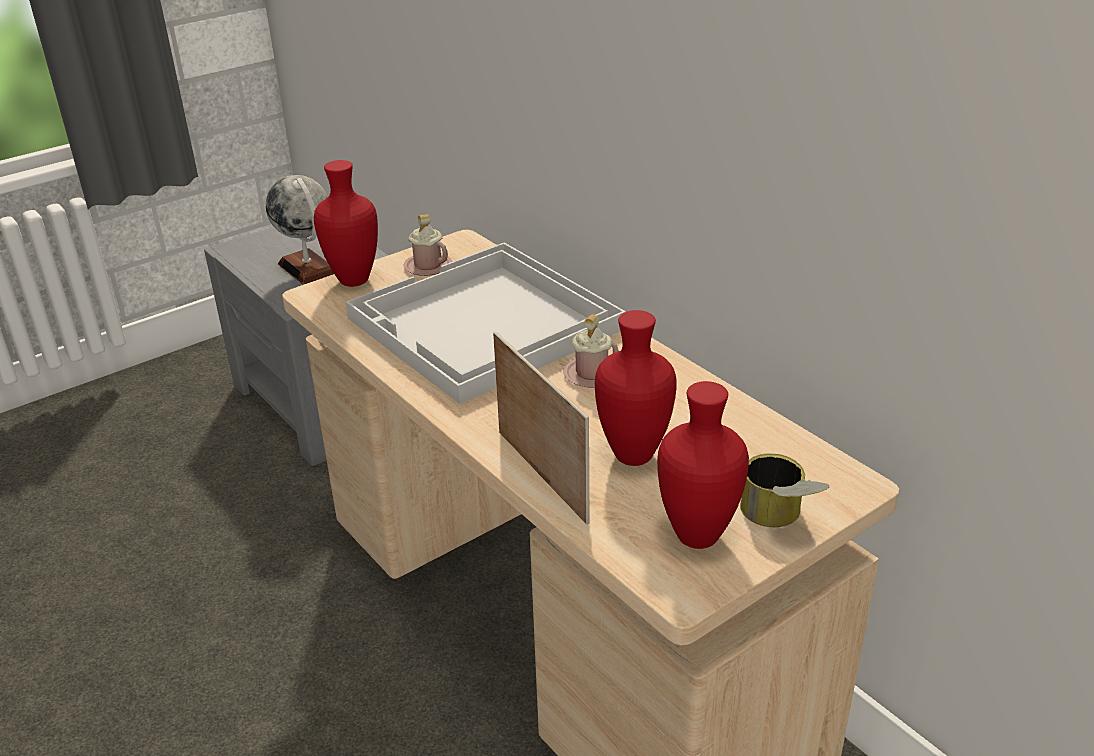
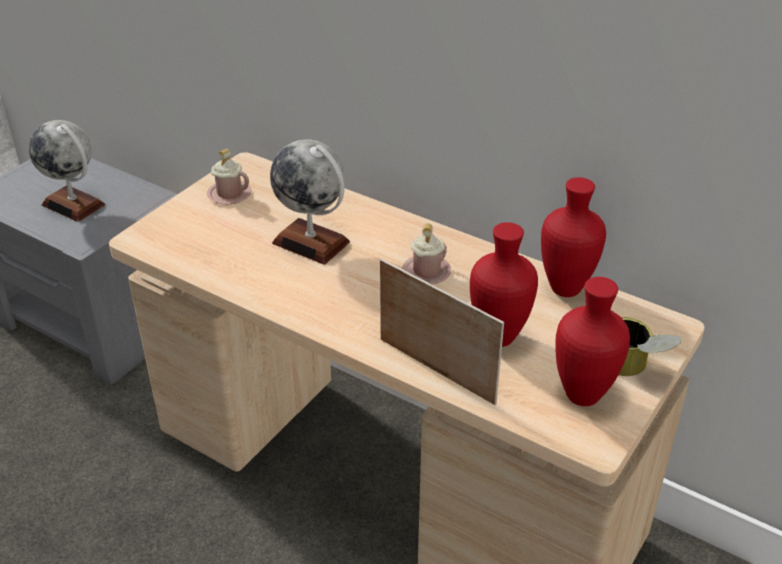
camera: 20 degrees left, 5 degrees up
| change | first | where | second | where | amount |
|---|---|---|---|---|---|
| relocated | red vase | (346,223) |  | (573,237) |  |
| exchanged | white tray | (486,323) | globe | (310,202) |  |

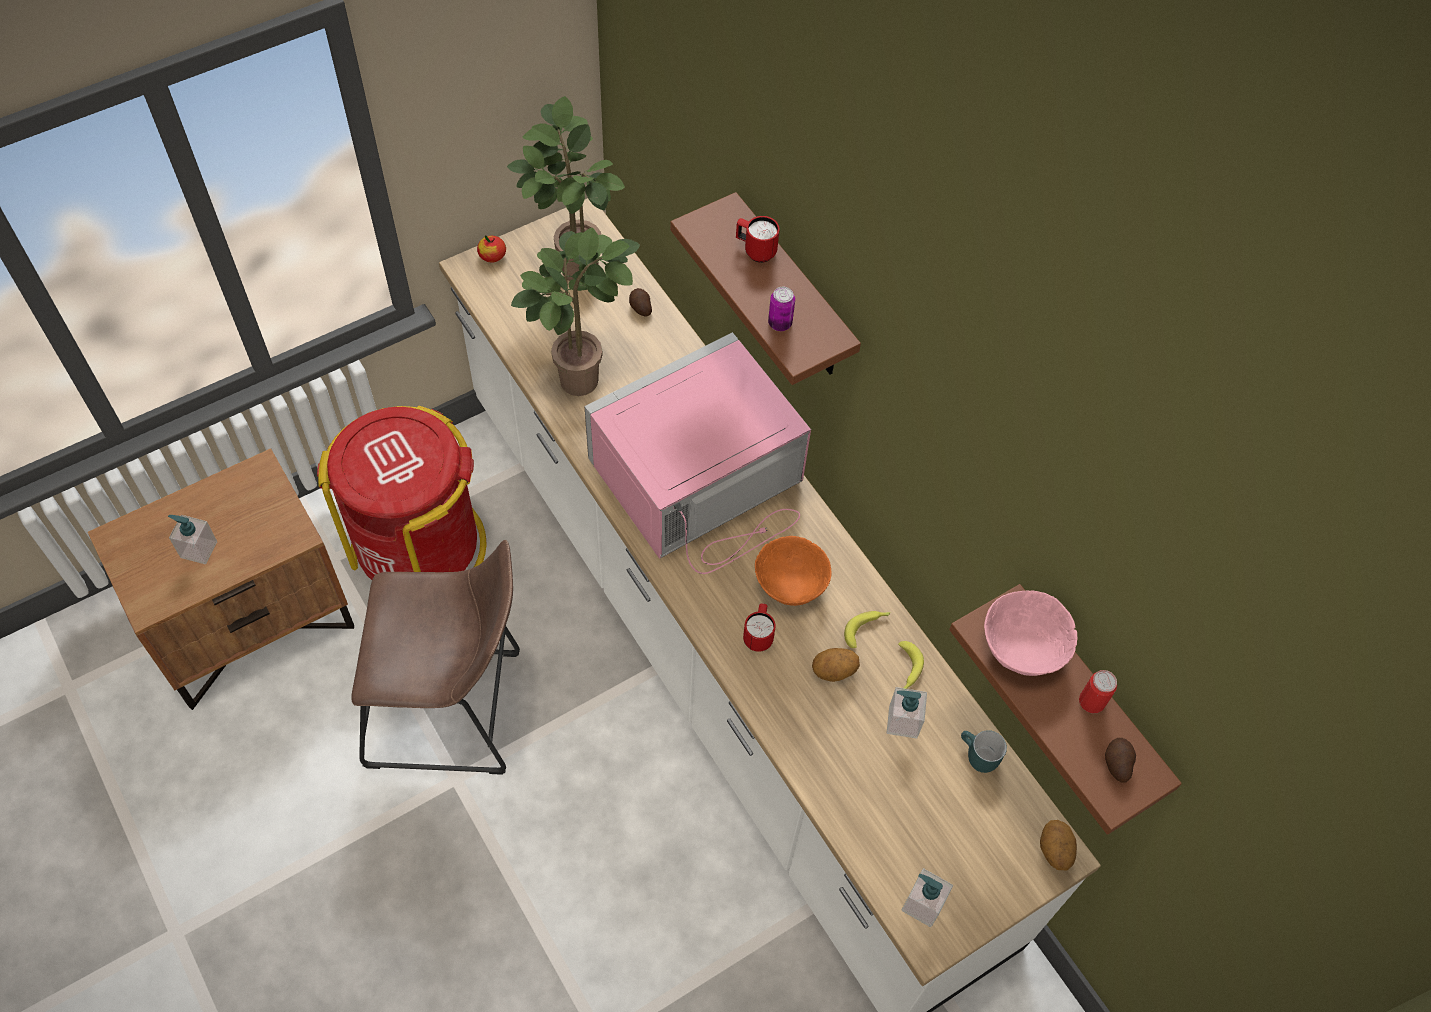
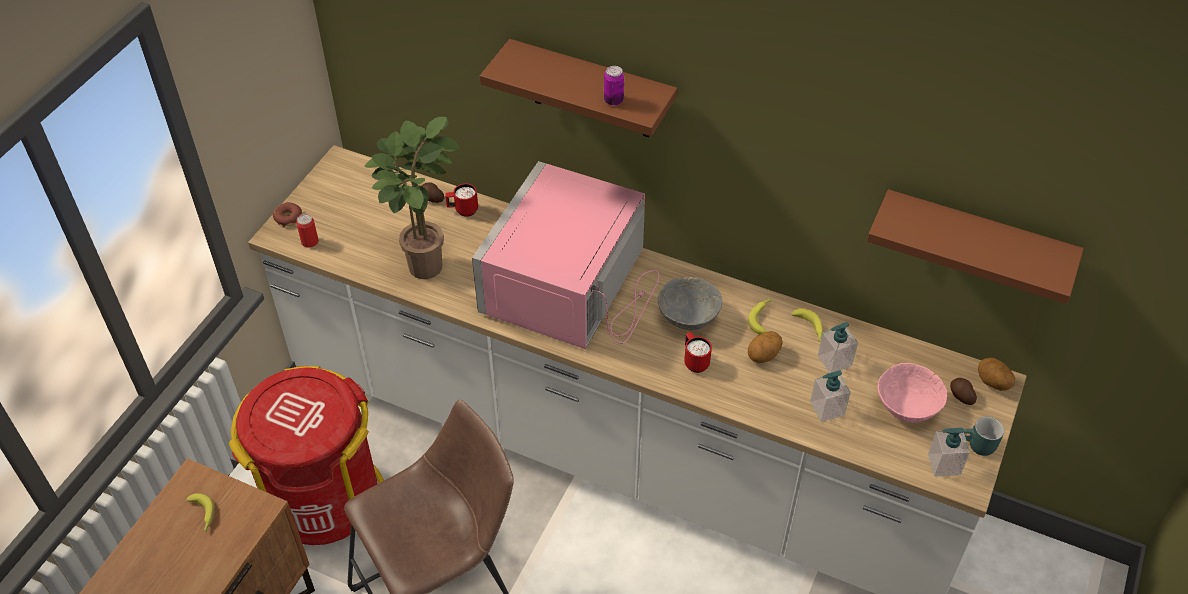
camera: 30 degrees left, 10 degrees down
| change | first | where | second | where | amount |
|---|---|---|---|---|---|
| missing | potted plant | (566,188) |  |  |  |
| relocated | red mug | (757,239) |  | (461,200) |  |
| exchanged | apple | (491,249) | donut | (287,214) |  |
| relocated | soap dispenser | (192,539) |  | (830,396) |  |
| colour | orange bowl | (793,571) | grey bowl | (690,303) |  |
| relocated | pink bowl | (1030,633) |  | (912,393) |  |
| relocated | can | (1098,691) |  | (307,231) |  |
| relocated | turquoise mug | (984,751) |  | (984,436) |  |
| relocated | potato | (1120,760) |  | (963,391) |  |
| appeared |  |  | banana | (200,512) |  |

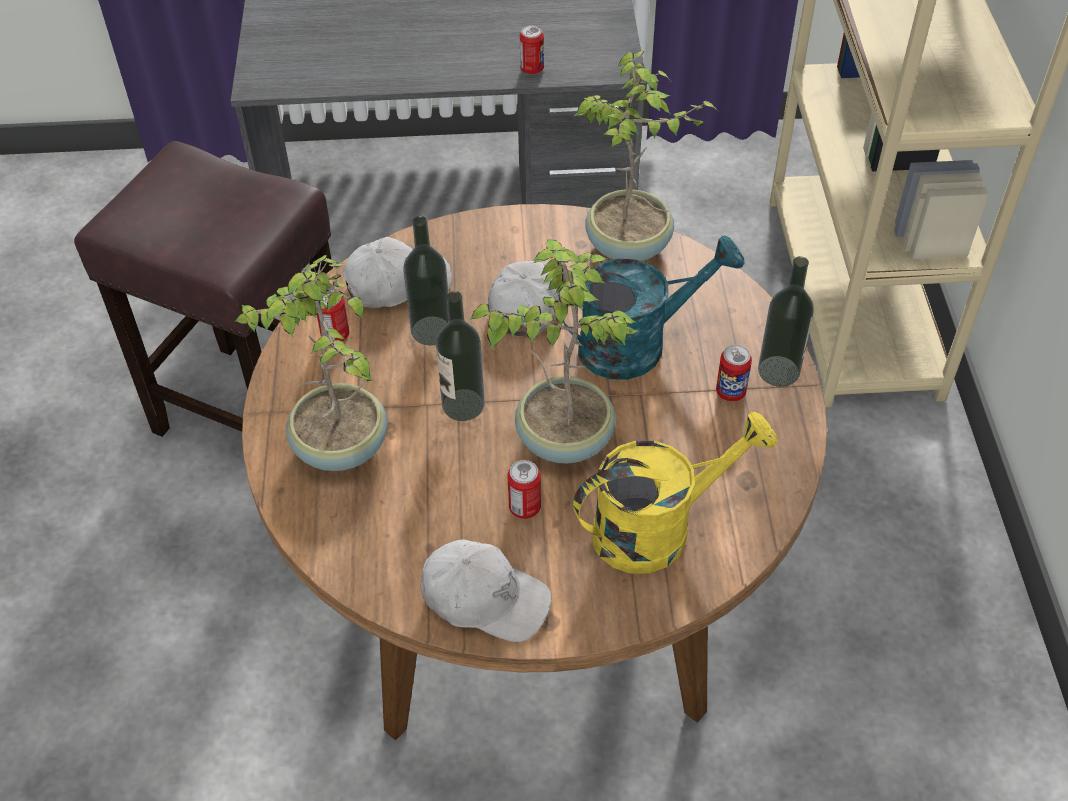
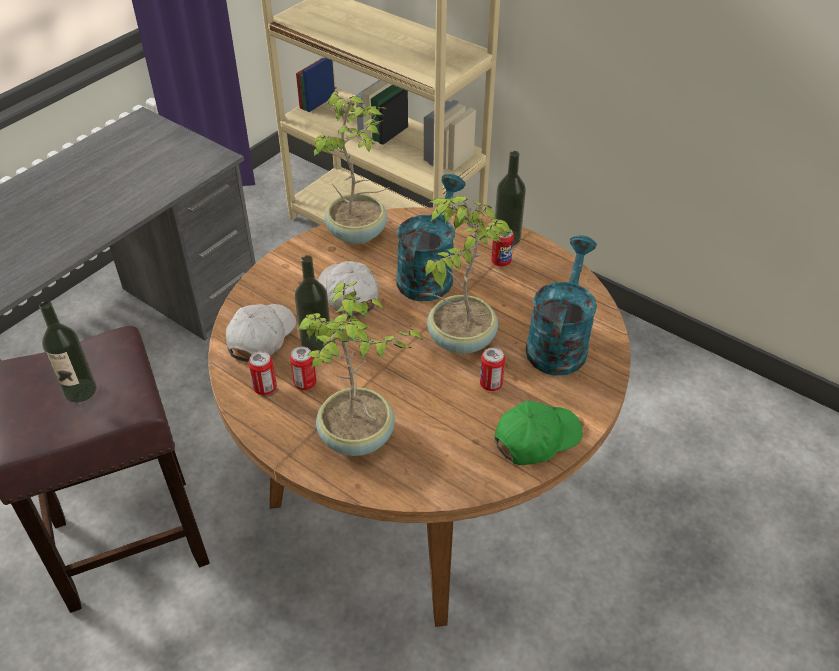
camera: 50 degrees left, 5 degrees down
| change | first | where | second | where | amount |
|---|---|---|---|---|---|
| relocated | can | (532,49) |  | (303,368) |  |
| relocated | bottle | (460,356) |  | (67,352) |  |
| colour | yellow watering can | (675,493) | turquoise watering can | (561,305) |  |
| colour | white cap | (486,590) | green cap | (538,433) |  |

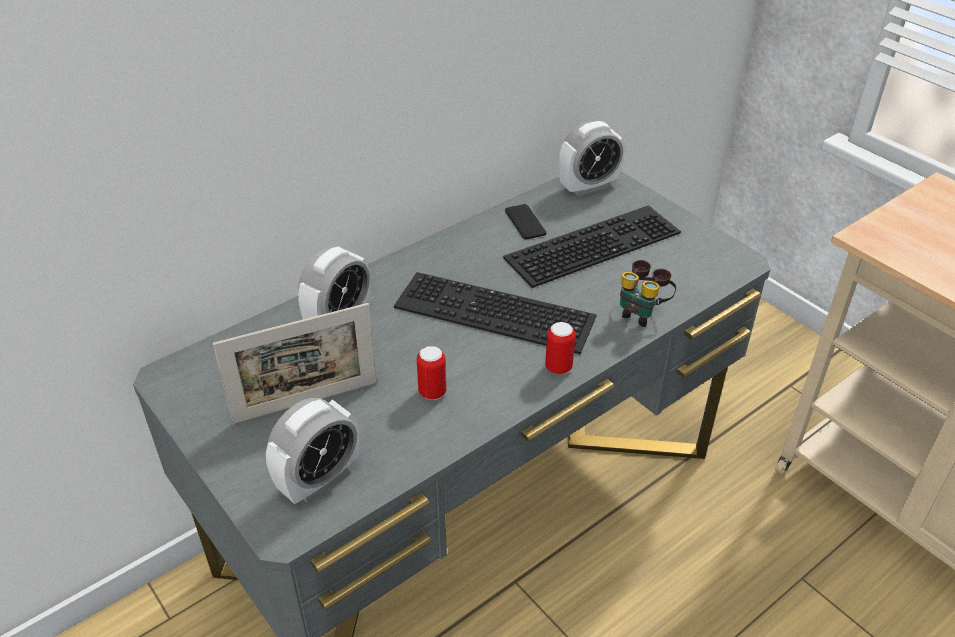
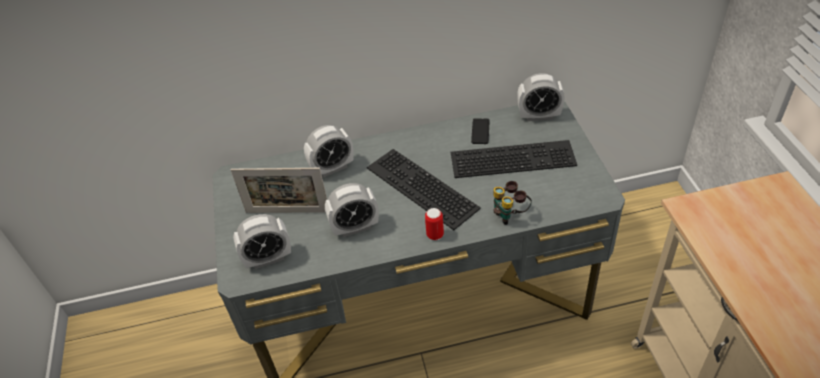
camera: 30 degrees right, 5 degrees up
| change | first | where | second | where | amount |
|---|---|---|---|---|---|
| exchanged | can | (431,373) | alarm clock | (352,210) |  |

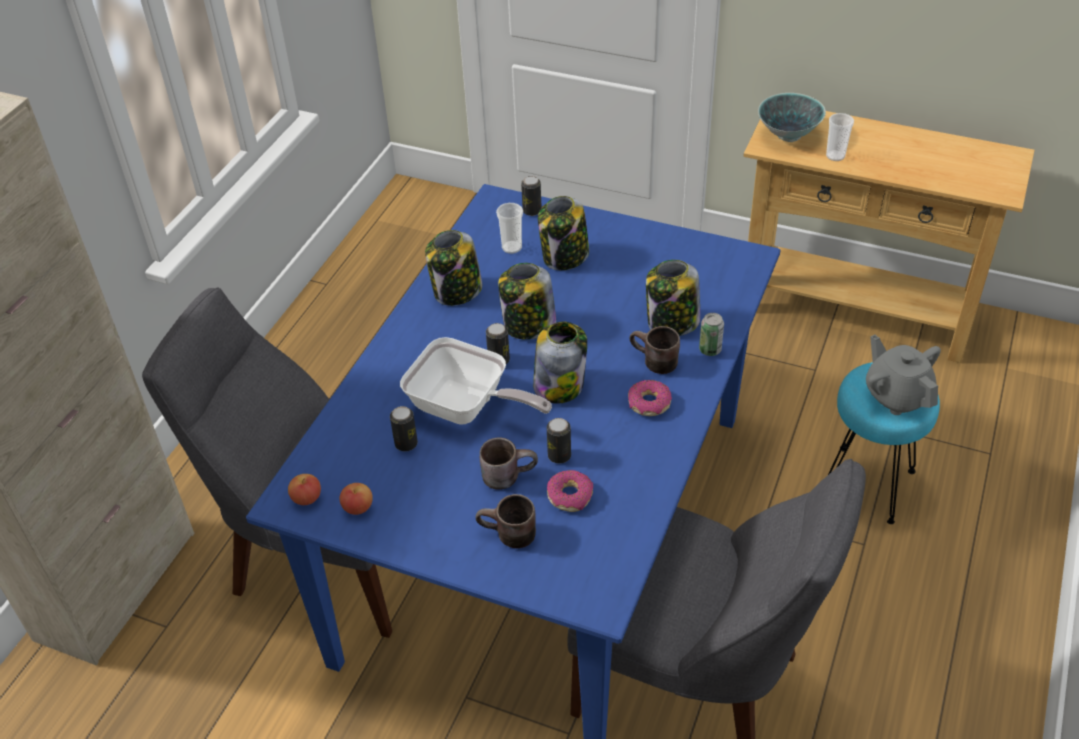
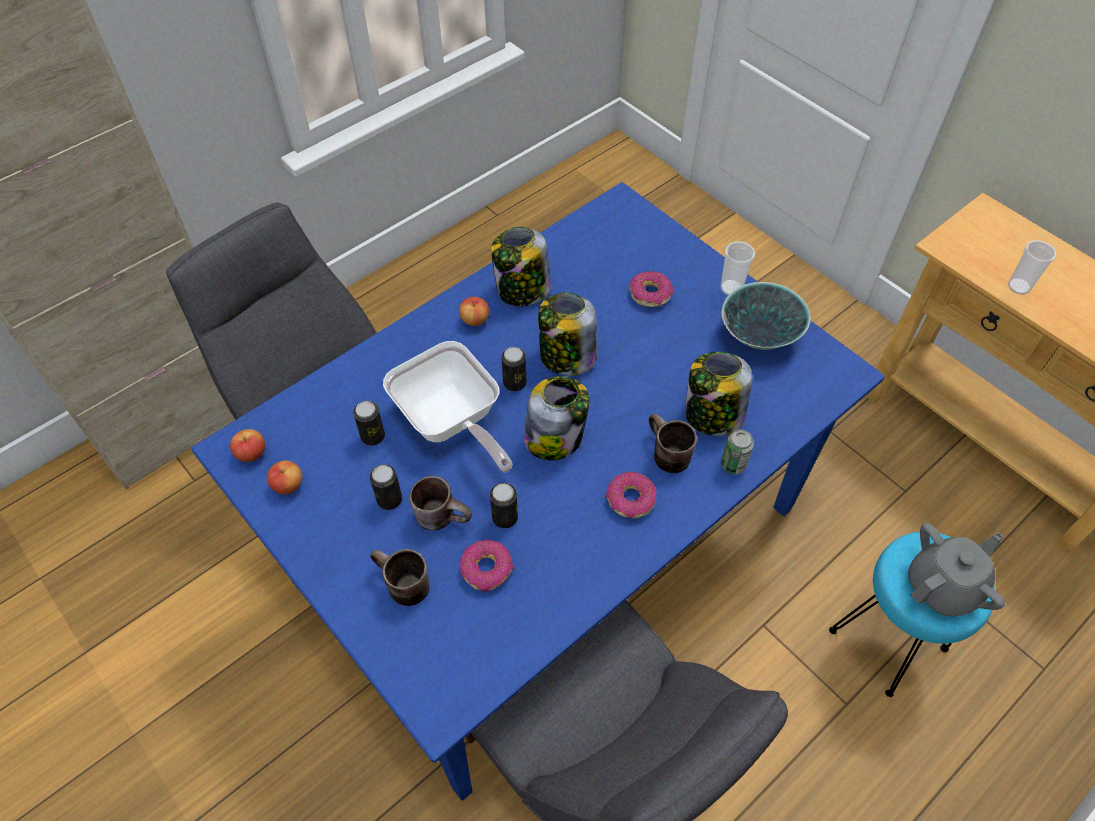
camera: 25 degrees right, 10 degrees up
| change | first | where | second | where | amount |
|---|---|---|---|---|---|
| relocated | bowl | (792,117) |  | (766,316) |  |
| relocated | can | (531,196) |  | (386,487) |  |
| exchanged | jar | (563,233) | donut | (651,289) |  |
| relocated | cup | (509,228) |  | (737,268) |  |
| spun | grey teapot | (903,374) |  | (956,569) | 60 degrees clockwise |
| appeared |  |  | apple | (474,311) |  |

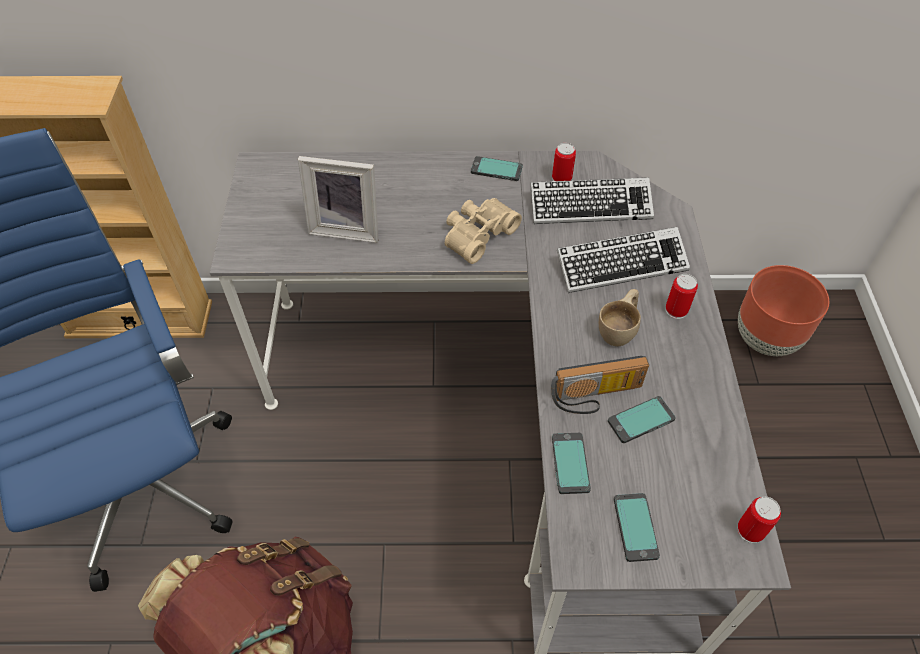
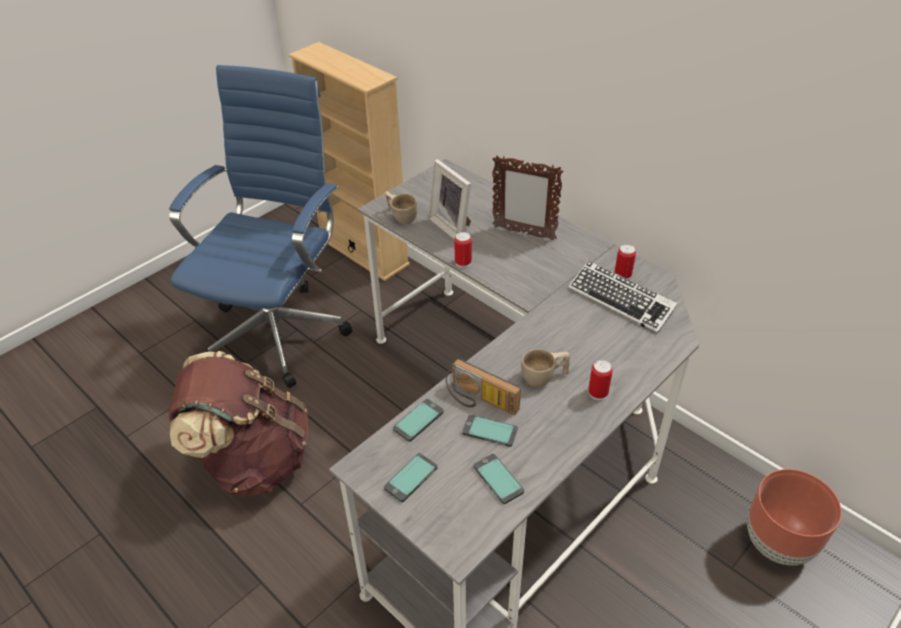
camera: 45 degrees right, 10 degrees down
| change | first | where | second | where | amount |
|---|---|---|---|---|---|
| relocated | phone | (497,168) |  | (498,479) |  |
| missing | beige binoculars | (483,231) |  |  |  |
| missing | keyboard | (623,260) |  |  |  |
| relocated | can | (759,520) |  | (463,250) |  |
| appeared |  |  | picture frame | (528,198) |  |
| appeared |  |  | beige cup | (401,207) |  |

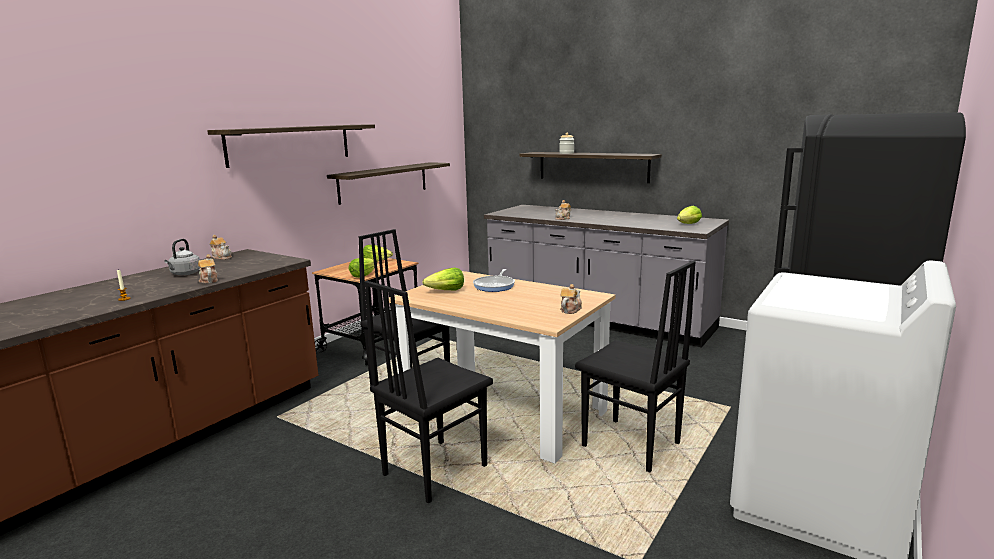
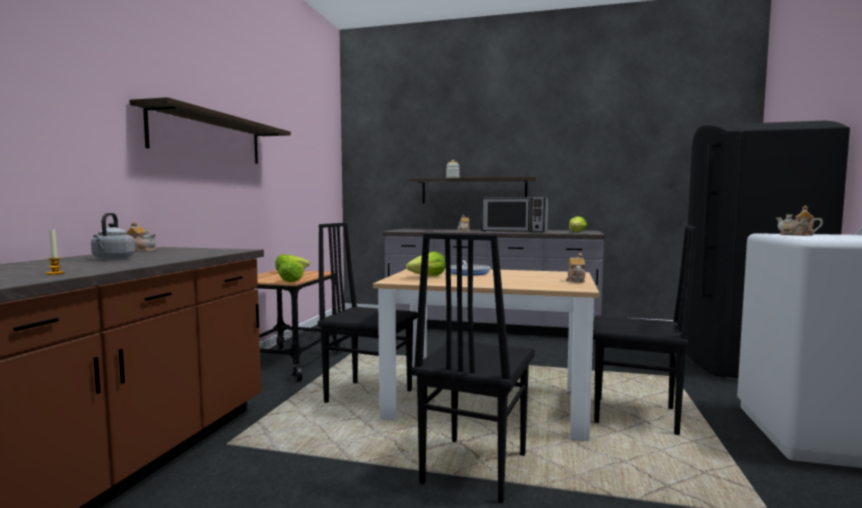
camera: 20 degrees left, 10 degrees down
| change | first | where | second | where | amount |
|---|---|---|---|---|---|
| missing | shelf | (388,183) |  |  |  |
| relocated | teapot | (208,268) |  | (799,220) |  |
| appeared |  |  | microwave | (514,215) |  |

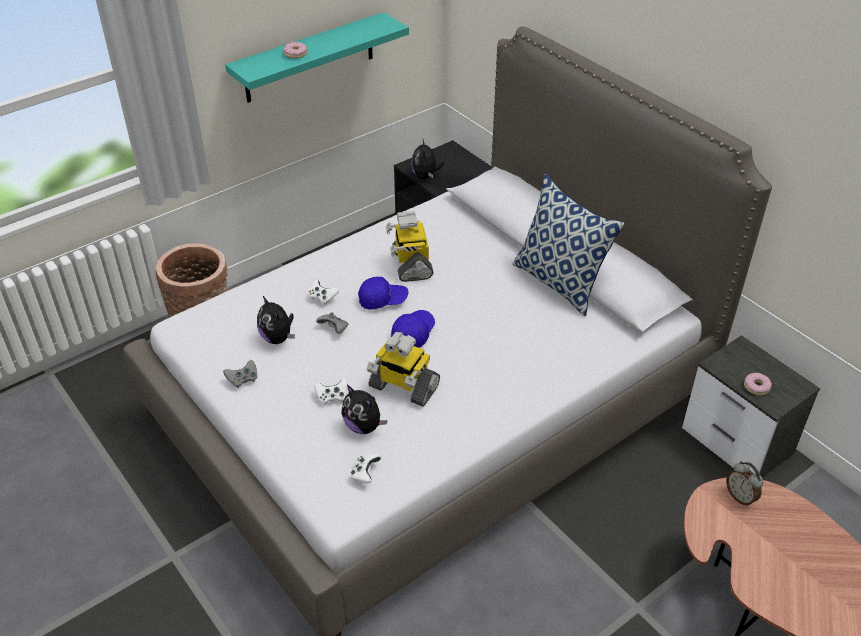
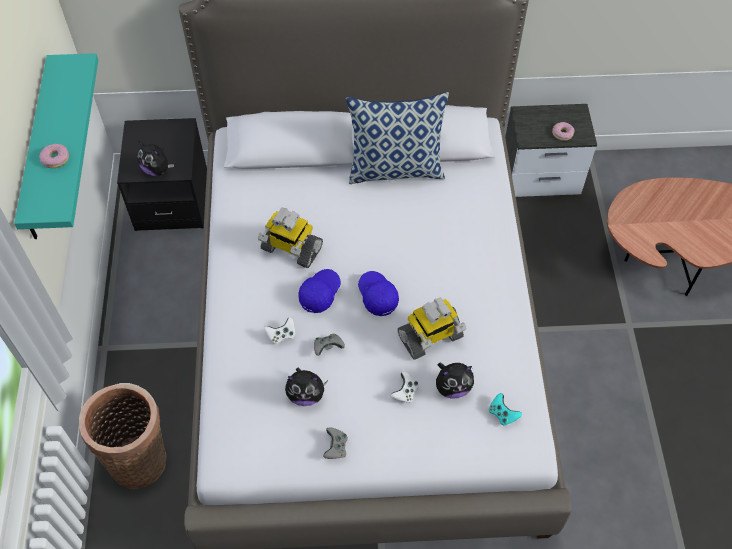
camera: 55 degrees left, 15 degrees up
| change | first | where | second | where | amount |
|---|---|---|---|---|---|
| colour | white game controller | (365,468) | turquoise game controller | (505,409) |  |
| missing | alarm clock | (744,483) |  |  |  |

